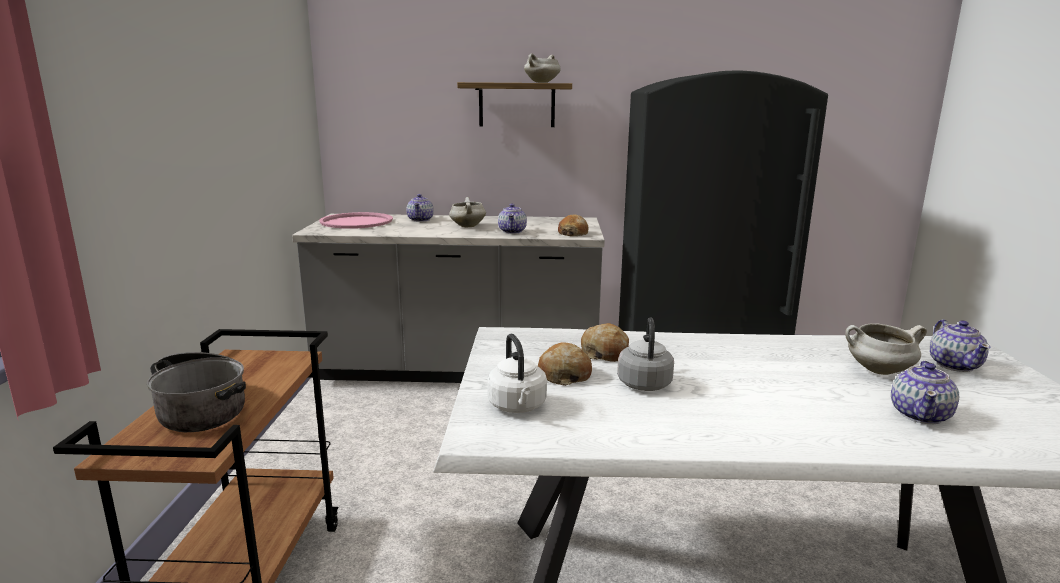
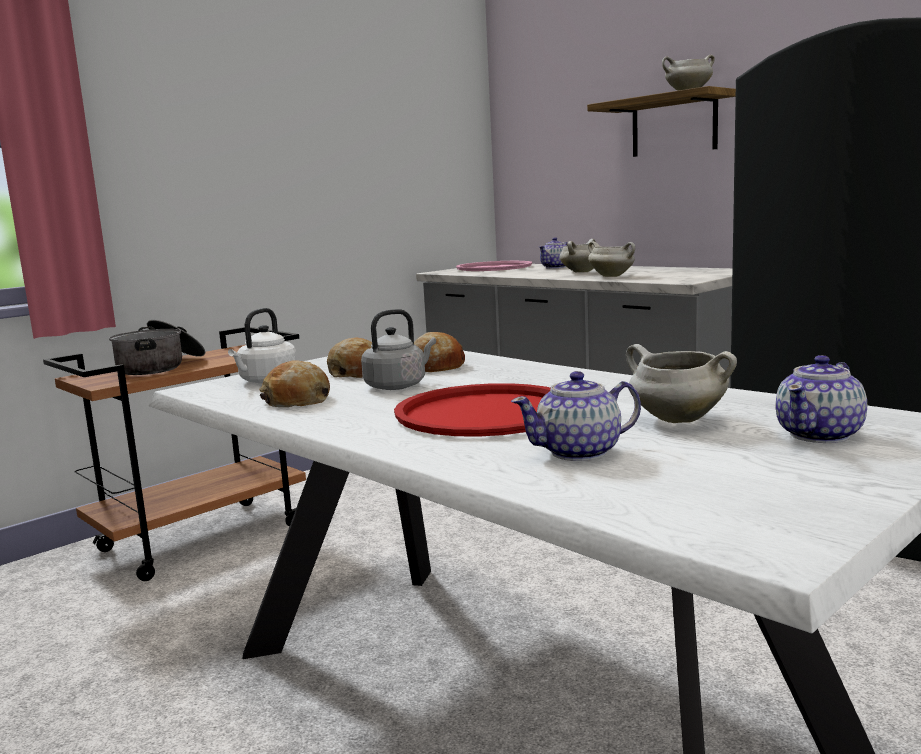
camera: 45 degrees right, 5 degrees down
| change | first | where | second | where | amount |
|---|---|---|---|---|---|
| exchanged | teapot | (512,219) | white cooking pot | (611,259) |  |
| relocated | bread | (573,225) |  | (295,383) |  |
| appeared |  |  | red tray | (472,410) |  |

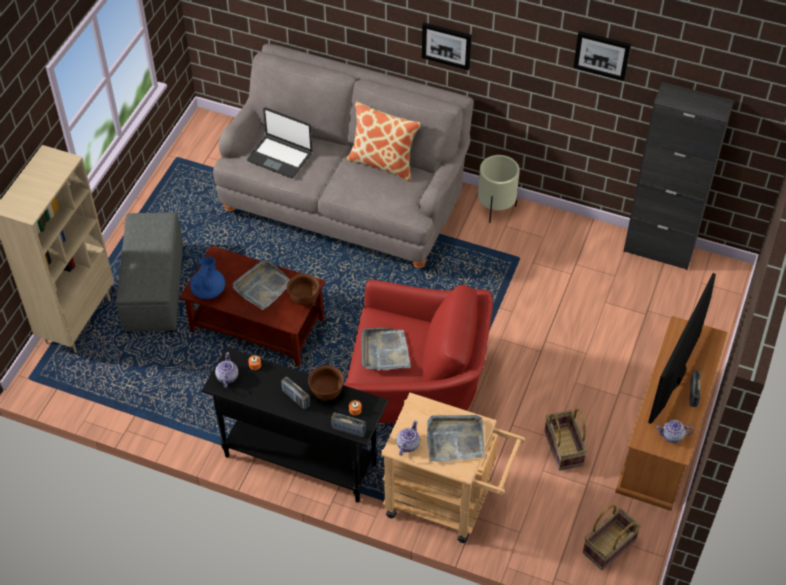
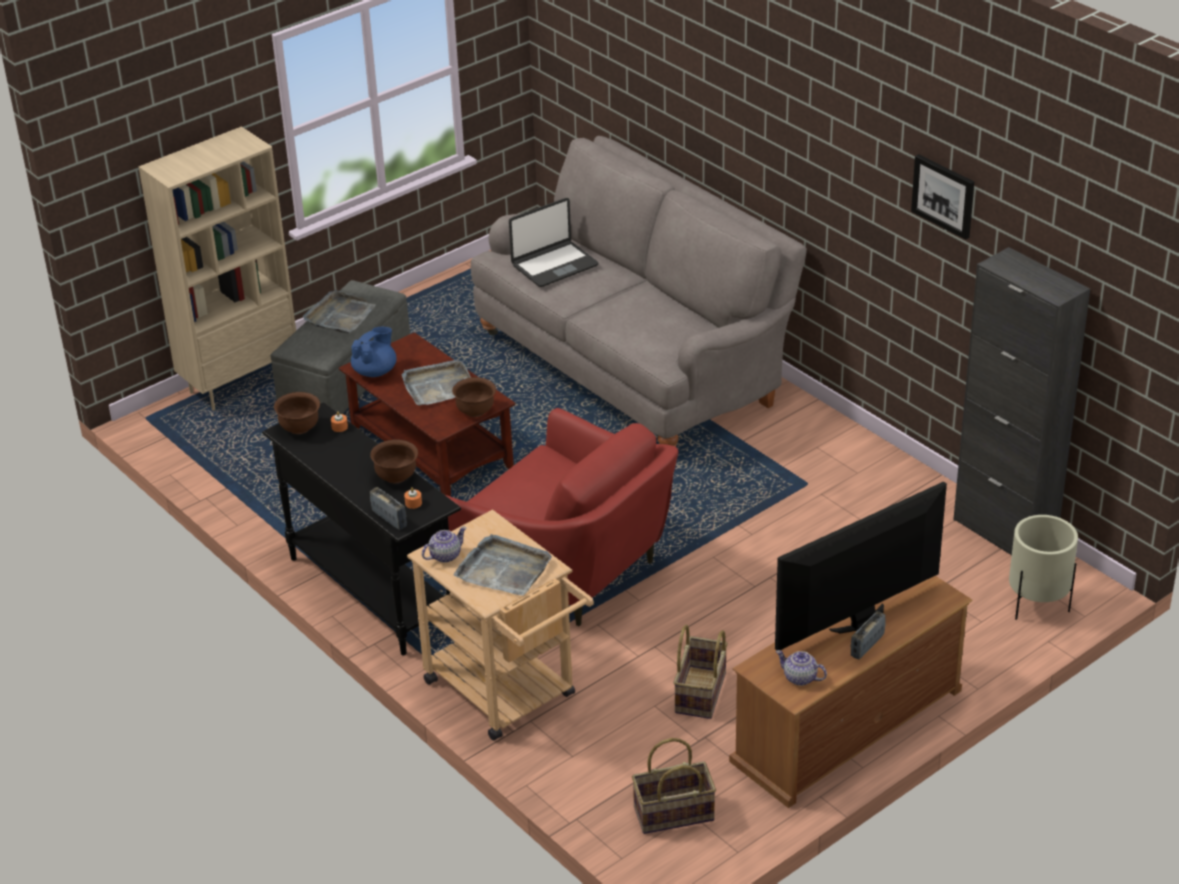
camera: 30 degrees right, 15 degrees down
| change | first | where | second | where | amount |
|---|---|---|---|---|---|
| missing | picture | (447,46) |  |  |  |
| missing | pillow | (383,141) |  |  |  |
| spun | laptop | (280,143) |  | (554,242) | 90 degrees counterclockwise |
| relocated | beige planter | (499,189) |  | (1043,567) |  |
| relocated | grey tray | (386,349) |  | (339,311) |  |
| exchanged | teapot | (226,370) | brown bowl | (297,413) |  |
| missing | radio | (295,392) |  |  |  |

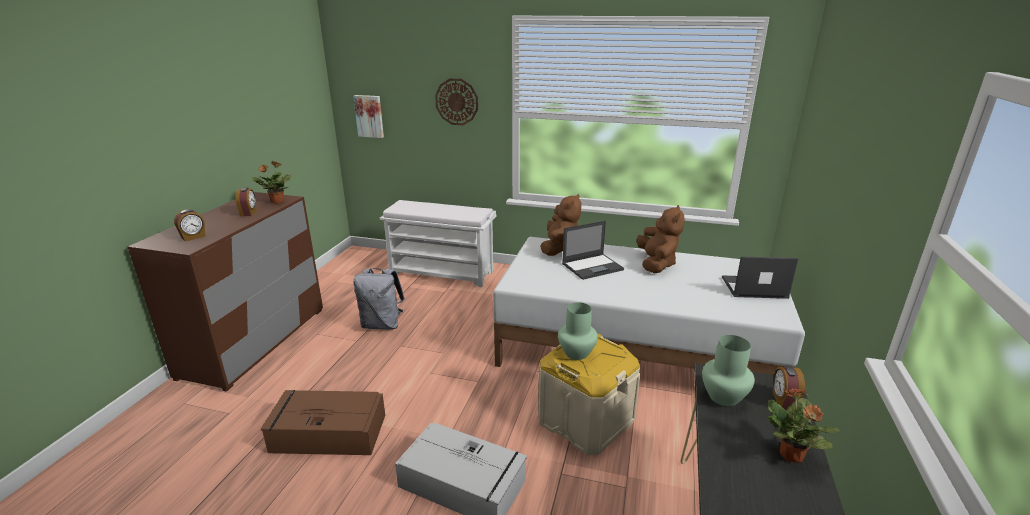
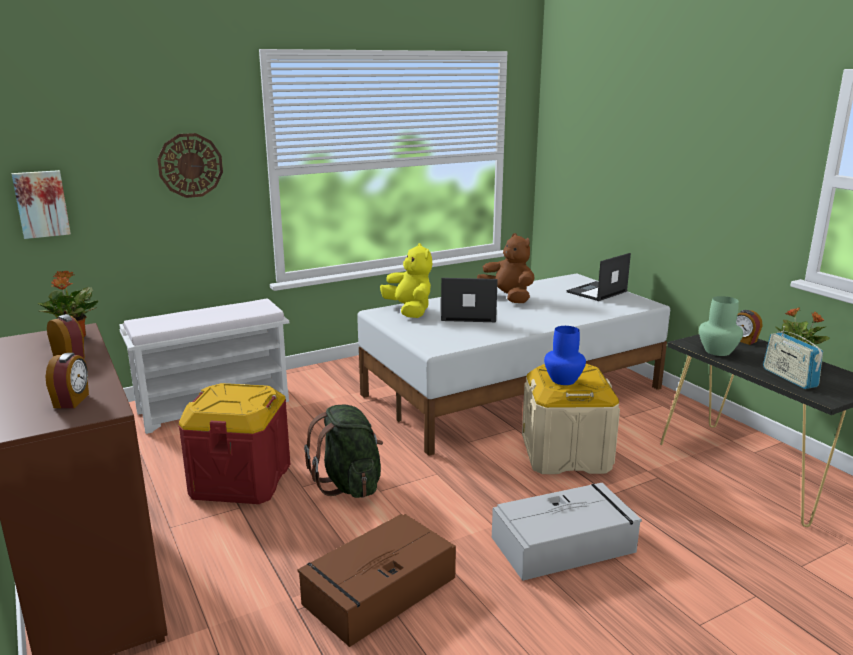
camera: 45 degrees left, 5 degrees down
| change | first | where | second | where | amount |
|---|---|---|---|---|---|
| colour | brown plush toy | (560,225) | yellow plush toy | (406,280) |  |
| spun | laptop | (593,250) |  | (469,300) | 105 degrees counterclockwise |
| exchanged | grey backpack | (379,299) | red storage box | (234,443) |  |
| colour | green vase | (578,331) | blue vase | (565,355) |  |
| appeared |  |  | radio | (793,357) |  |
| appeared |  |  | green backpack | (343,451) |  |

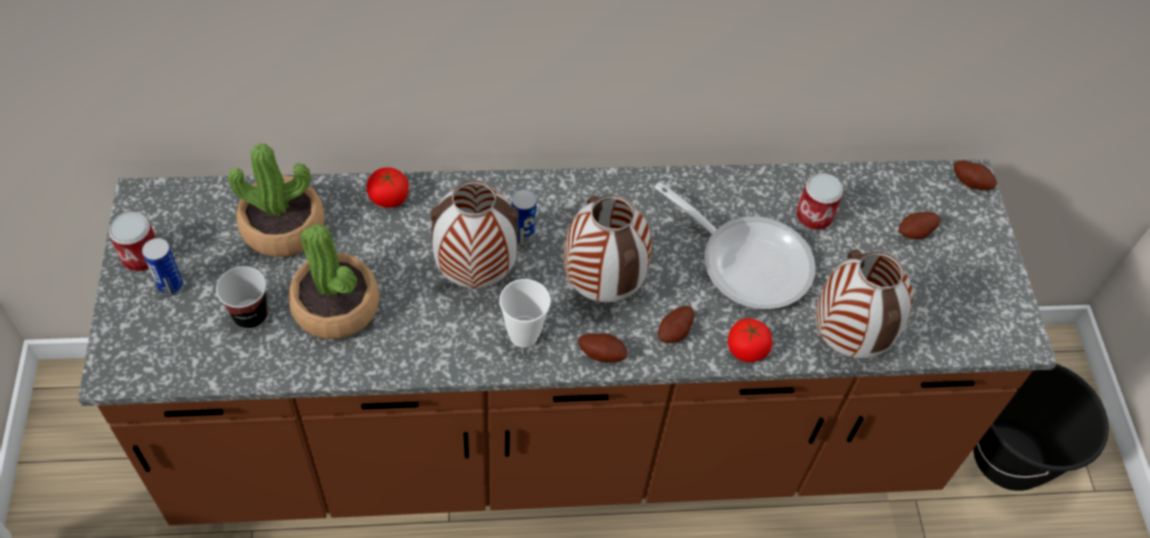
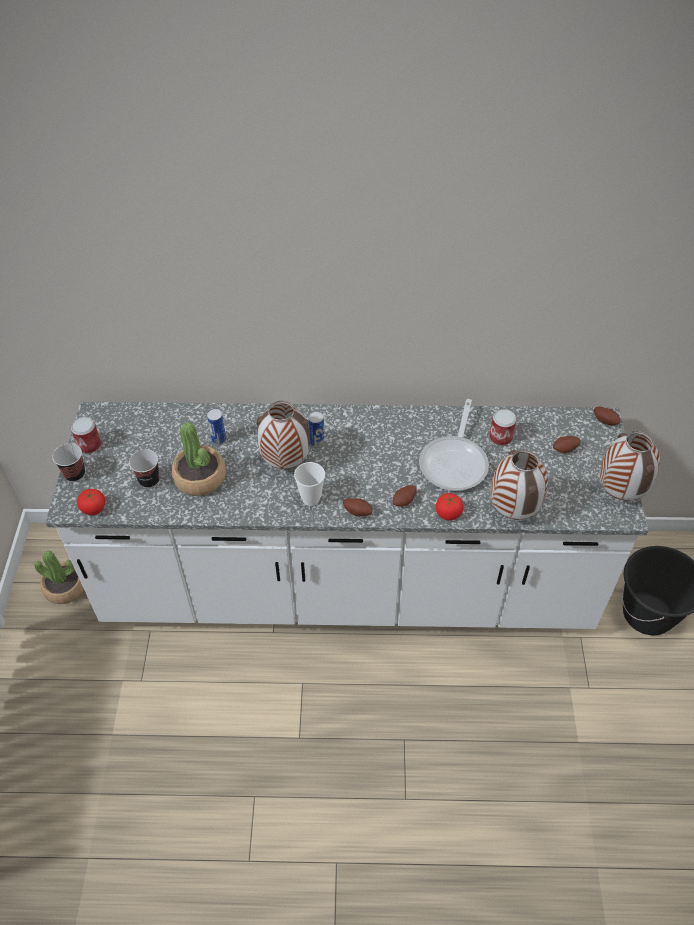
camera: 10 degrees right, 5 degrees down
| change | first | where | second | where | amount |
|---|---|---|---|---|---|
| relocated | potted plant | (277,200) |  | (59,577) |  |
| colour | brown counter | (567,342) | white counter | (347,515) |  |
| relocated | tomato | (387,188) |  | (91,502) |  |
| spun | frying pan | (735,245) |  | (454,445) | 60 degrees clockwise |
| relocated | vase | (608,248) |  | (629,465) |  |
| relocated | can | (162,267) |  | (216,427) |  |
| appeared |  |  | cup | (68,462) |  |

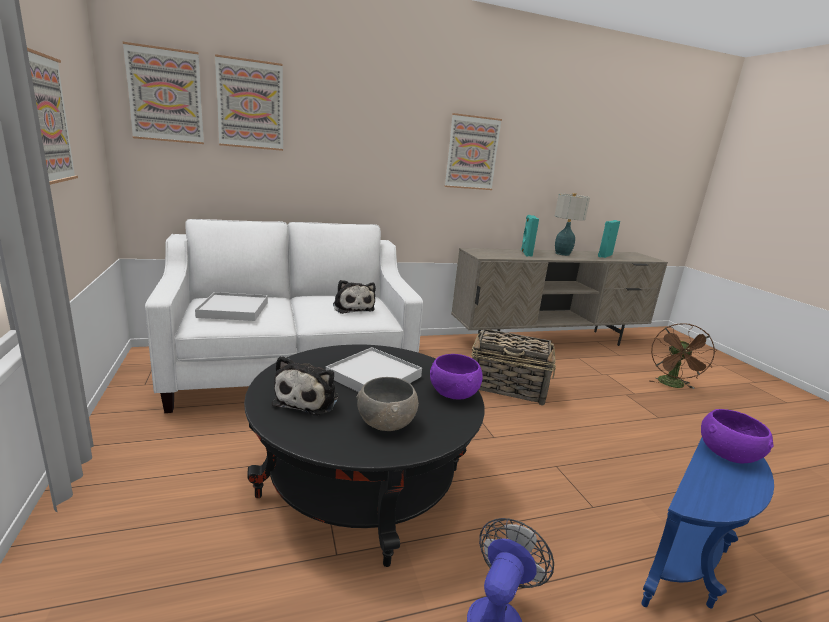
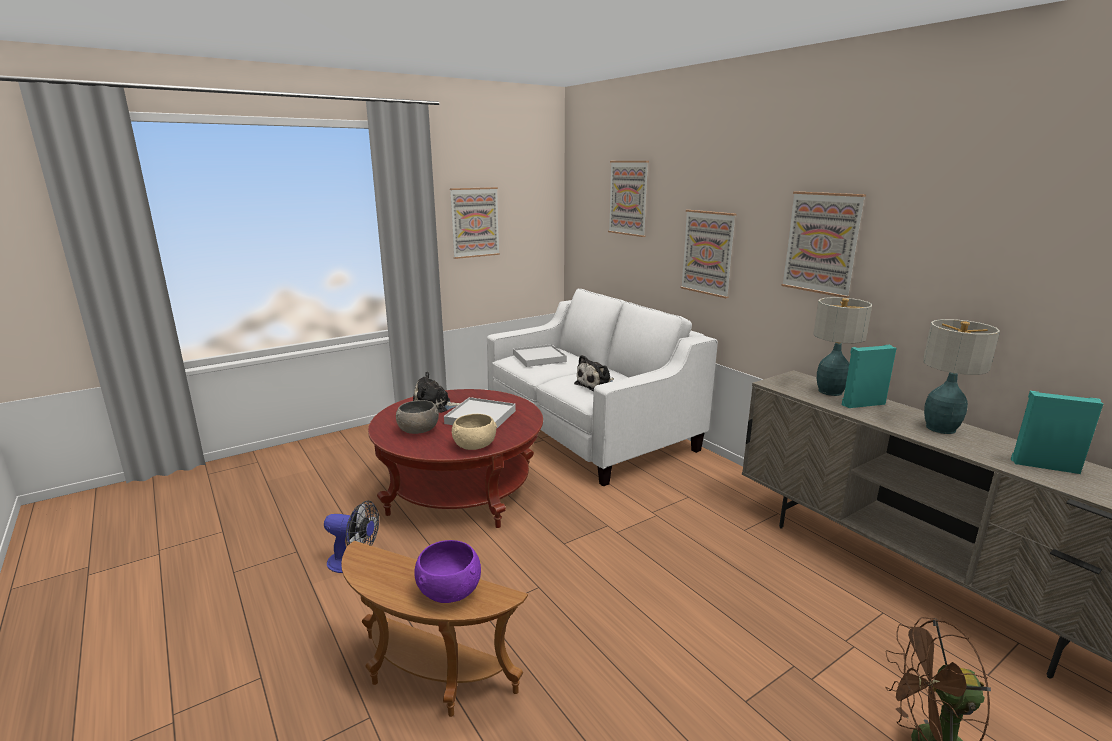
camera: 75 degrees right, 0 degrees up
| change | first | where | second | where | amount |
|---|---|---|---|---|---|
| relocated | picture | (163,93) |  | (708,254) |  |
| missing | basket | (514,367) |  |  |  |
| colour | black coffee table | (364,456) | red coffee table | (455,458) |  |
| colour | purple bowl | (456,376) | beige bowl | (474,432) |  |
| colour | blue side table | (707,523) | brown side table | (434,629) |  |
| appeared |  |  | table lamp | (842,346) |  |

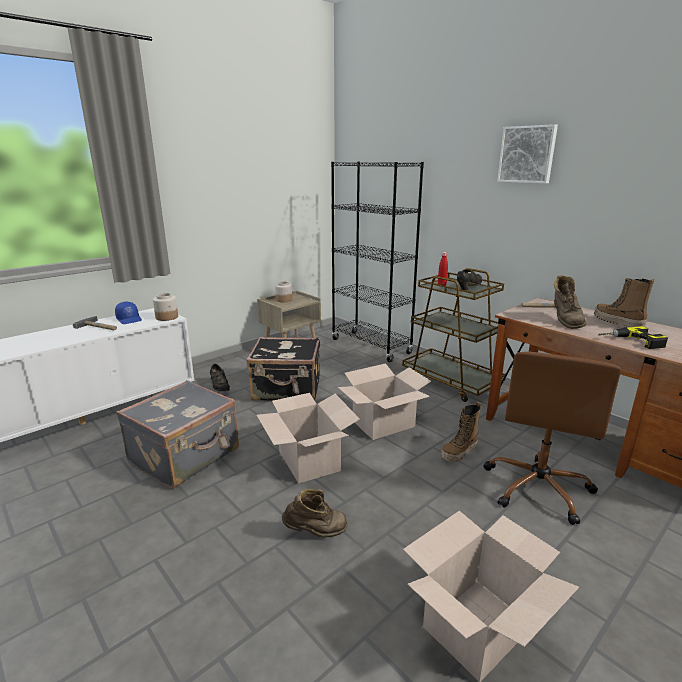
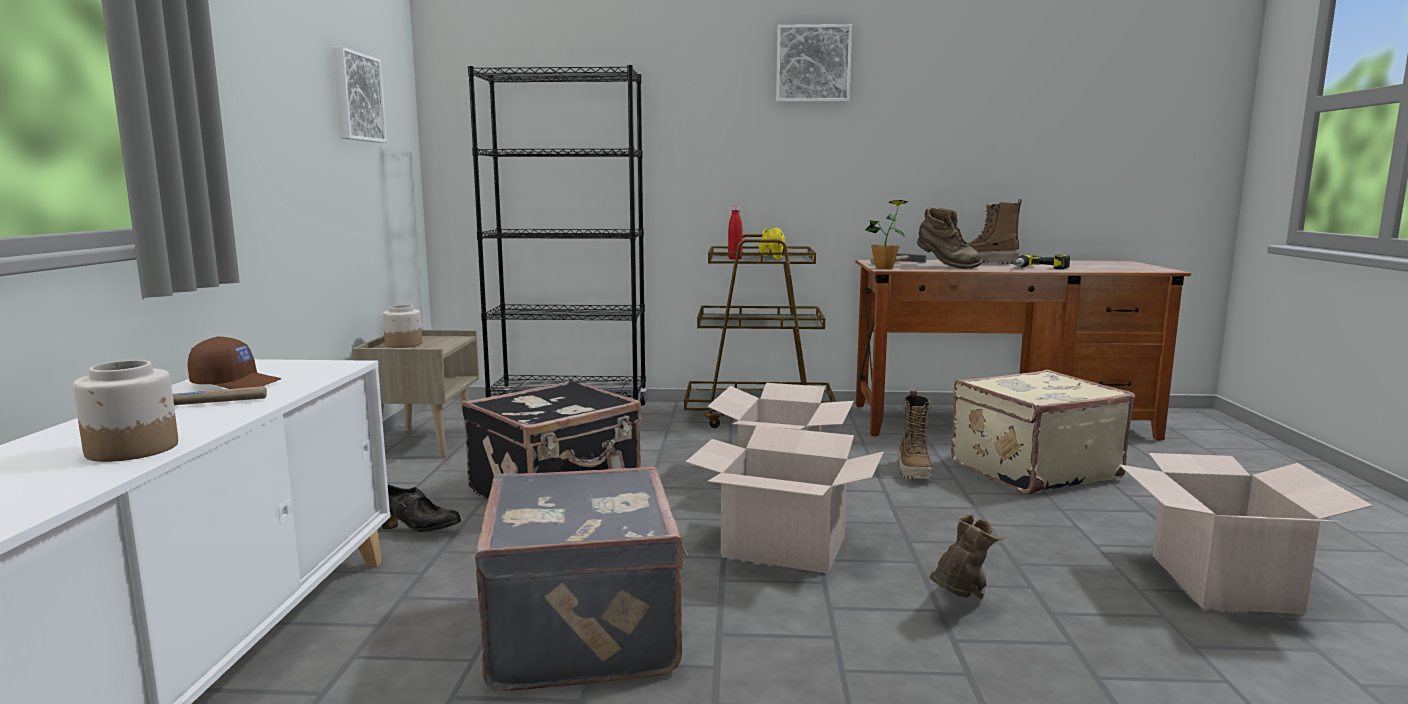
camera: 45 degrees left, 10 degrees down
| change | first | where | second | where | amount |
|---|---|---|---|---|---|
| colour | black shoe | (469,280) | yellow shoe | (772,244) |  |
| relocated | jar | (165,307) |  | (125,411) |  |
| colour | blue cap | (128,313) | brown cap | (235,362) |  |
| exchanged | brown office chair | (552,438) | beige suitcase | (1043,432) |  |
| appeared |  |  | picture | (359,95) |  |
| appeared |  |  | potted plant | (887,234) |  |

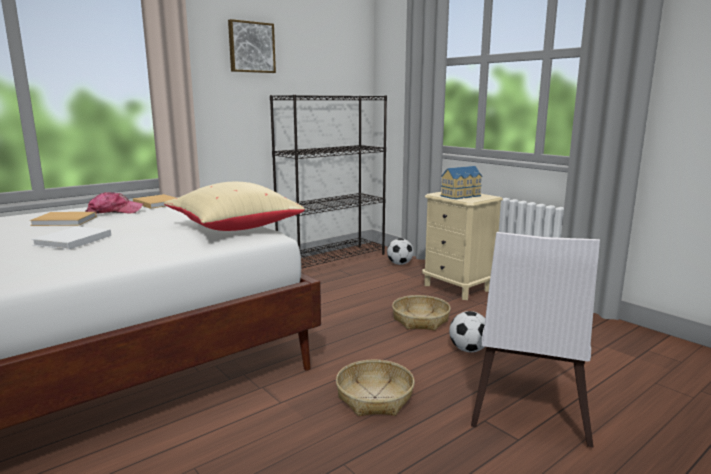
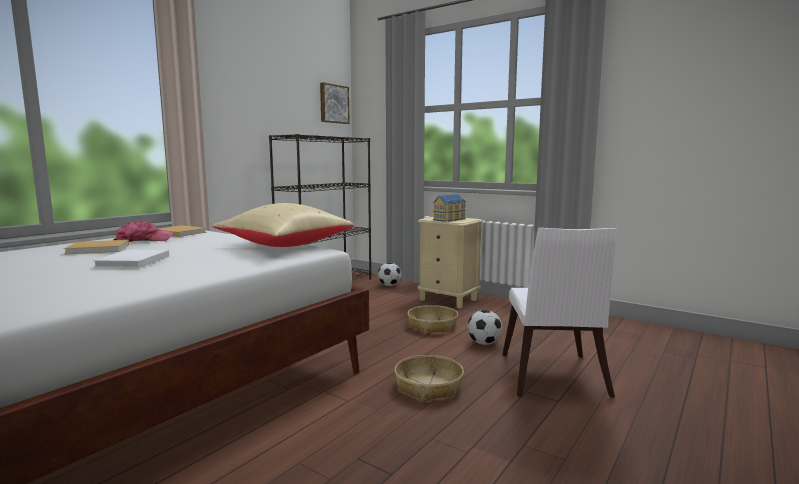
camera: 15 degrees left, 5 degrees down
| change | first | where | second | where | amount |
|---|---|---|---|---|---|
| relocated | picture | (252,46) |  | (335,103) |  |

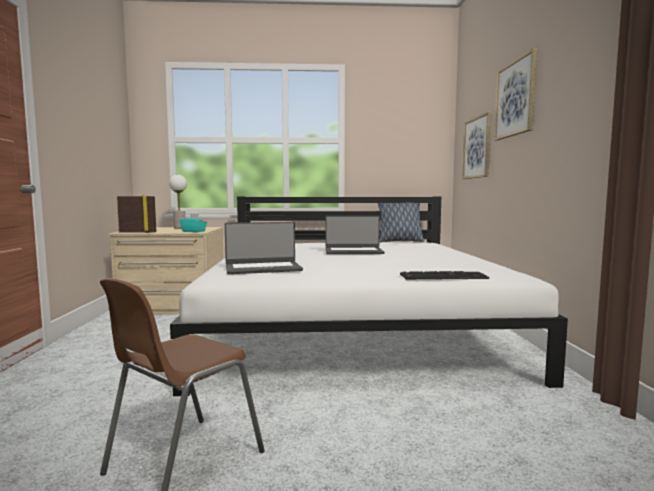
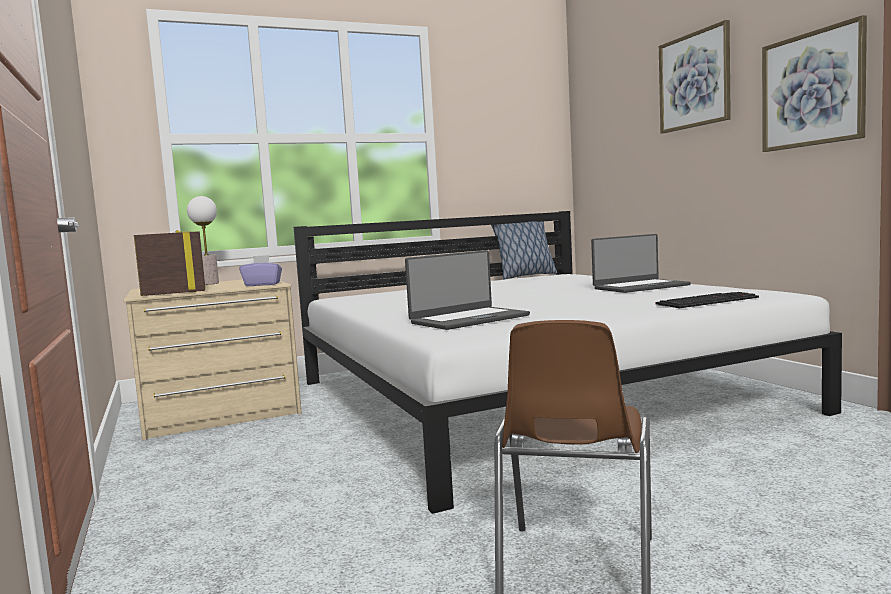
camera: 20 degrees left, 0 degrees up
| change | first | where | second | where | amount |
|---|---|---|---|---|---|
| relocated | picture | (476,145) |  | (814,83) |  |
| colour | turquoise tissue box | (193,222) | purple tissue box | (260,270) |  |
| relocated | laptop | (354,235) |  | (641,263) |  |

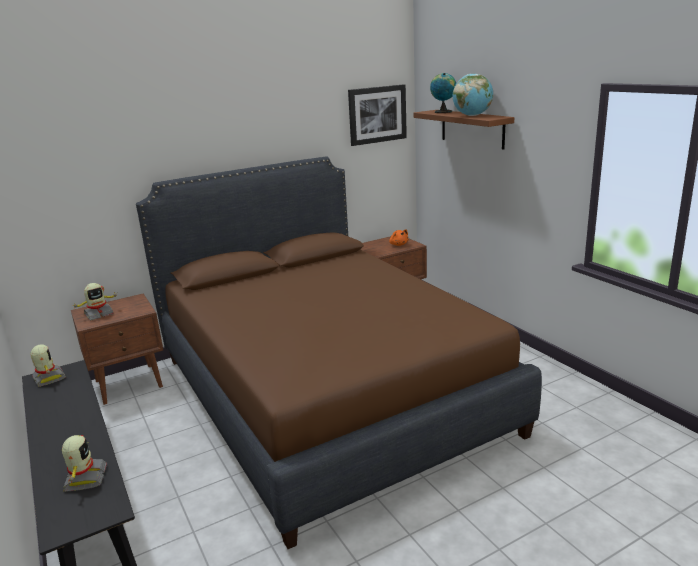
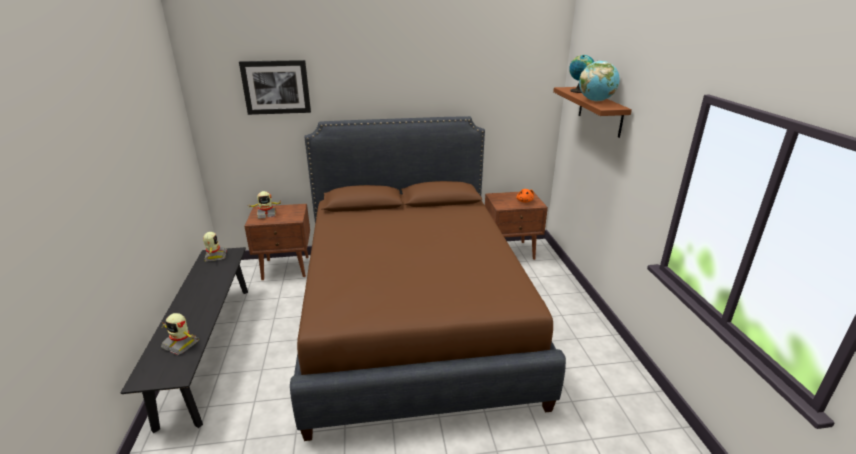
camera: 20 degrees right, 5 degrees up
| change | first | where | second | where | amount |
|---|---|---|---|---|---|
| relocated | picture | (377,115) |  | (275,87) |  |
| spun | toy robot | (84,463) |  | (180,334) | 105 degrees clockwise |

